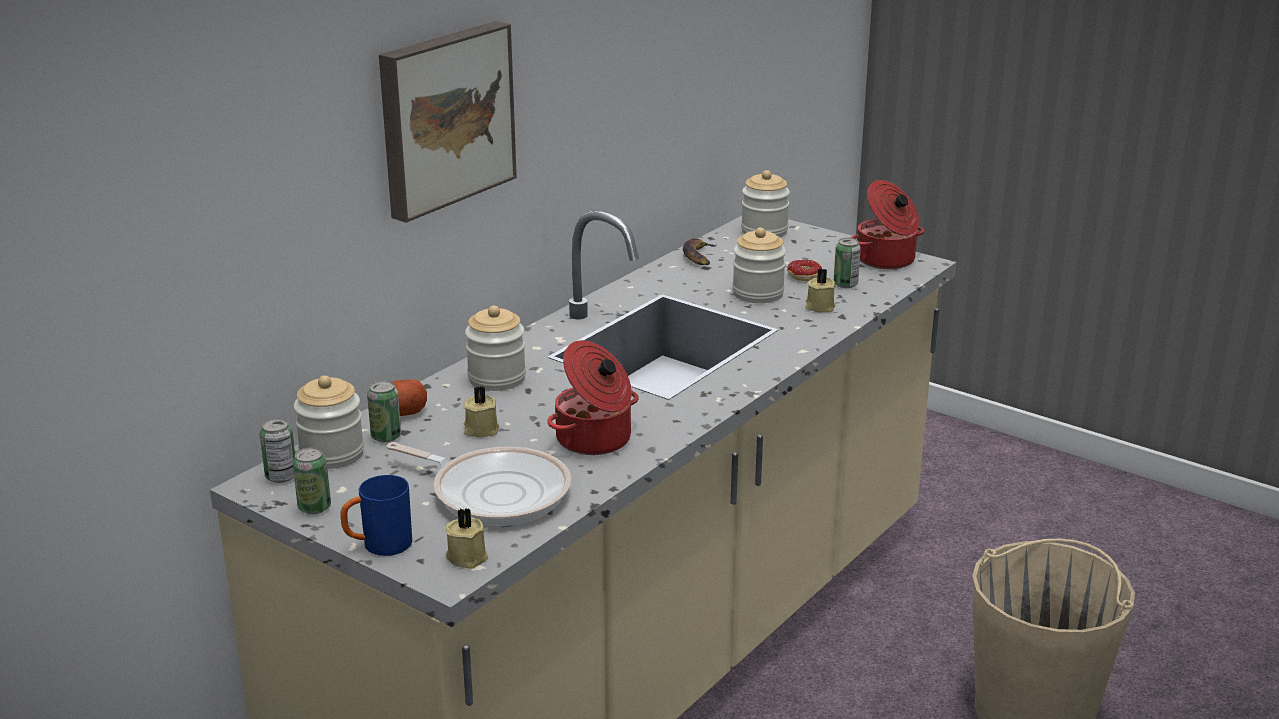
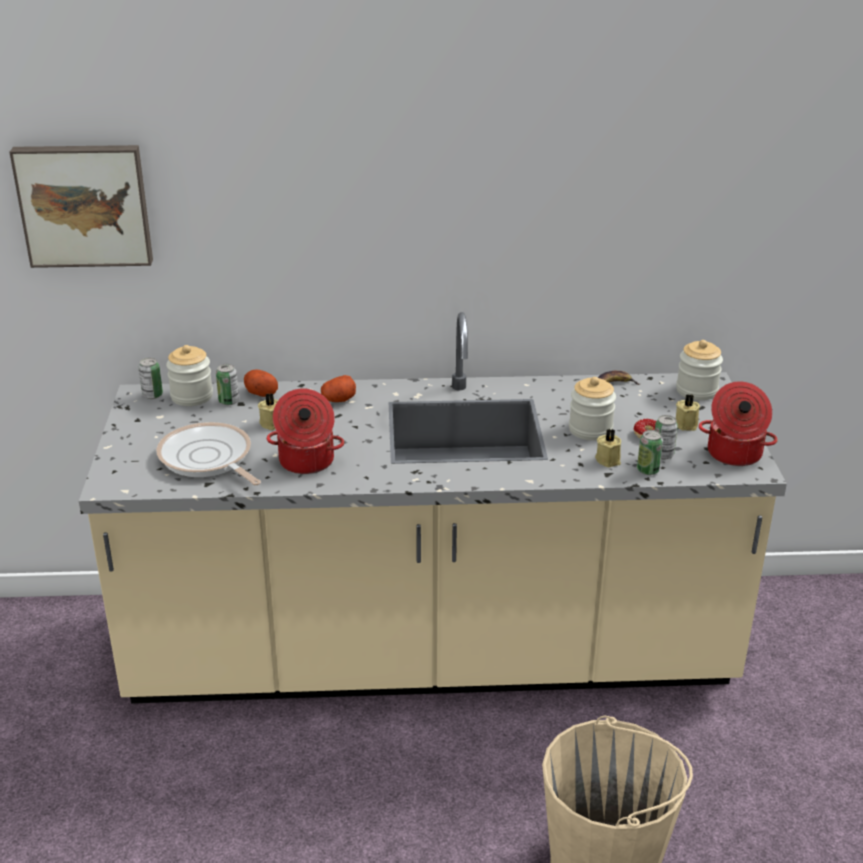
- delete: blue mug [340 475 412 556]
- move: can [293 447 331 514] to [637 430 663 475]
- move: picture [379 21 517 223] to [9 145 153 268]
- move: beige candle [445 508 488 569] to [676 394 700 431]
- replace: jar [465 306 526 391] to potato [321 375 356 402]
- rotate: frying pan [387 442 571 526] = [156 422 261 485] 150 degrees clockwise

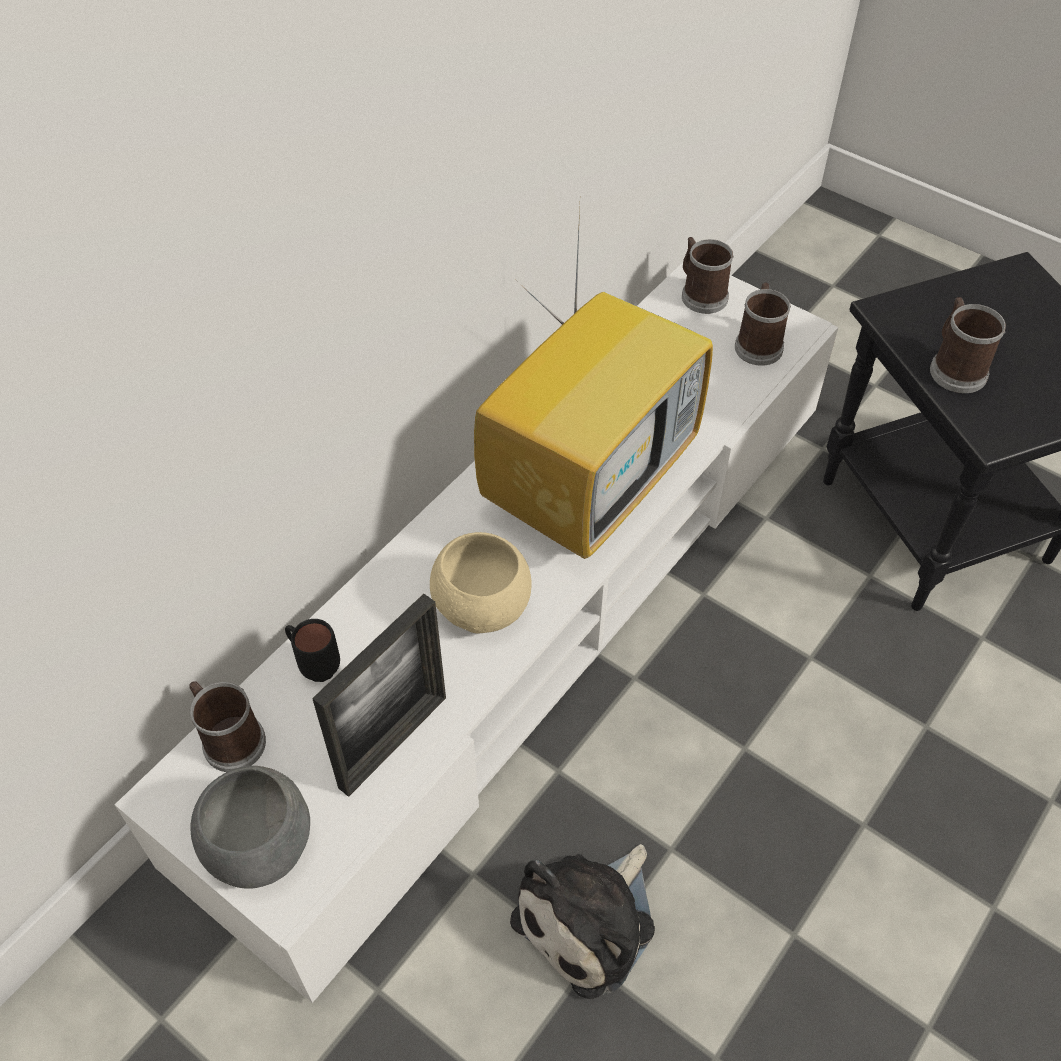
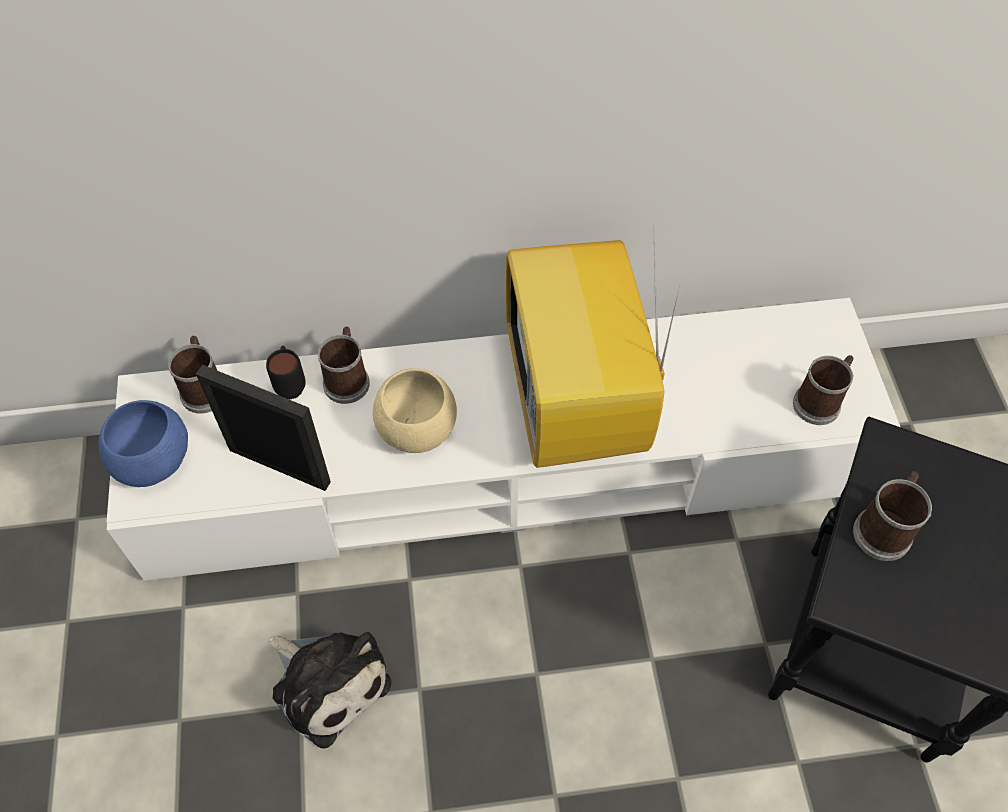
- move: mug [682 237 734 314] to [318 327 370 404]
- recolor: grey bowl [190 766 310 889] to blue bowl [99 400 188 487]
- rotate: picture frame [312 594 446 797] = [196 365 331 491] 150 degrees counterclockwise
- rotate: television [474 208 713 559] = [506 222 680 468] 90 degrees clockwise
- rotate: plush toy [510 844 655 999] = [269 632 391 749] 135 degrees counterclockwise

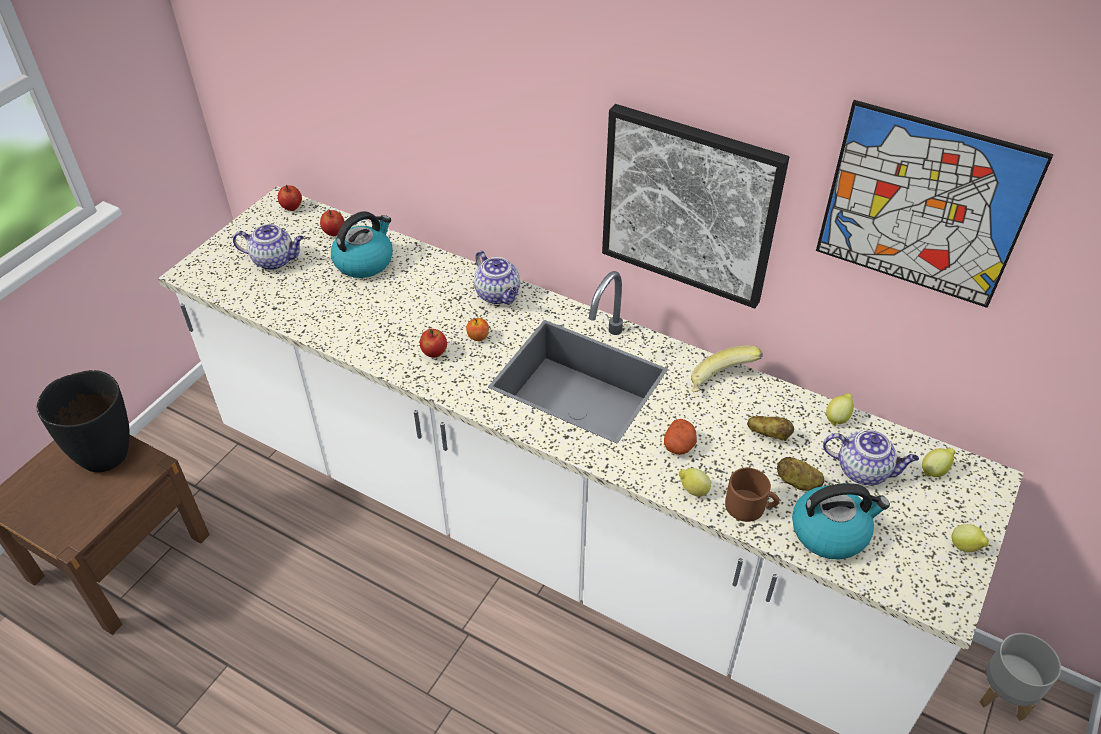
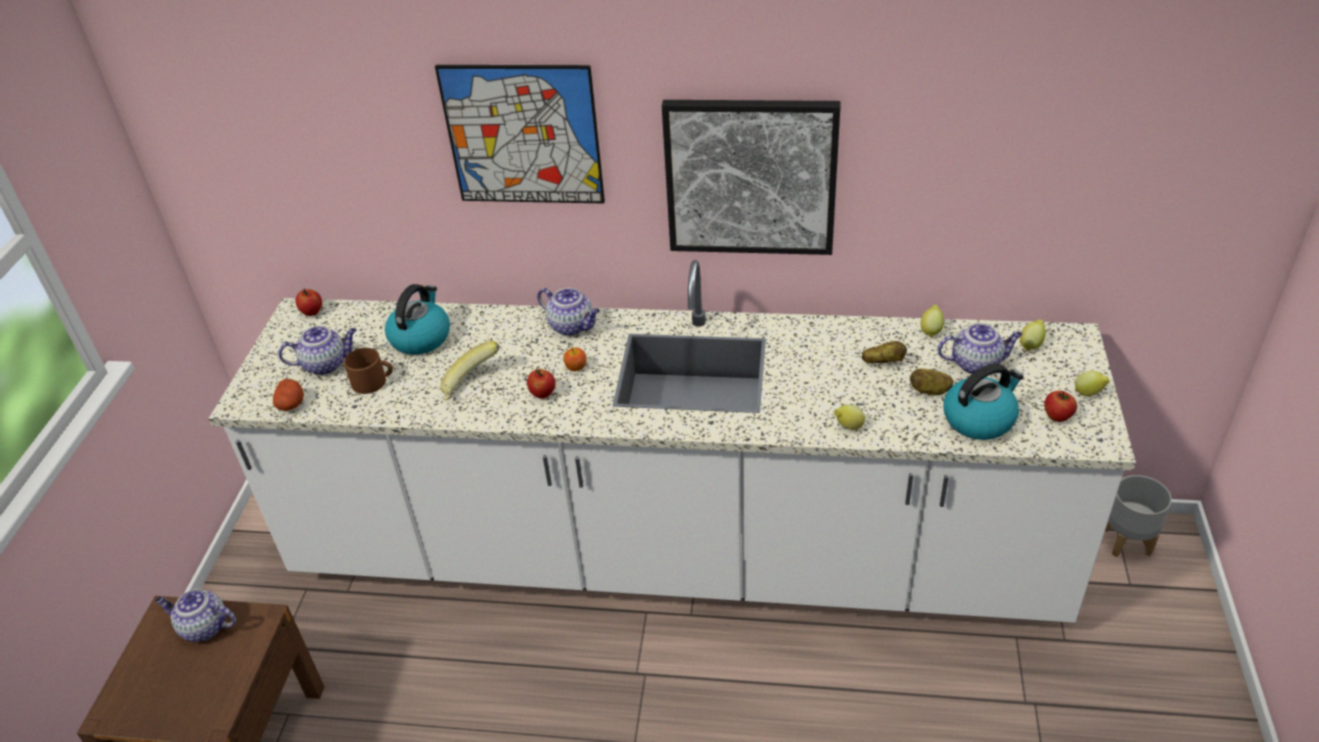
- move: apple [320 209 345 236] to [1044 390 1077 422]
- move: potato [664 419 697 455] to [273 379 304 411]
- move: banana [691 345 763 392] to [440 341 500 401]
- move: brown mug [725 468 779 522] to [344 348 393 394]
- move: picture [816 100 1054 308] to [435 65 605 203]
- replace: black vase [37 370 130 472] to teapot [155 589 236 642]

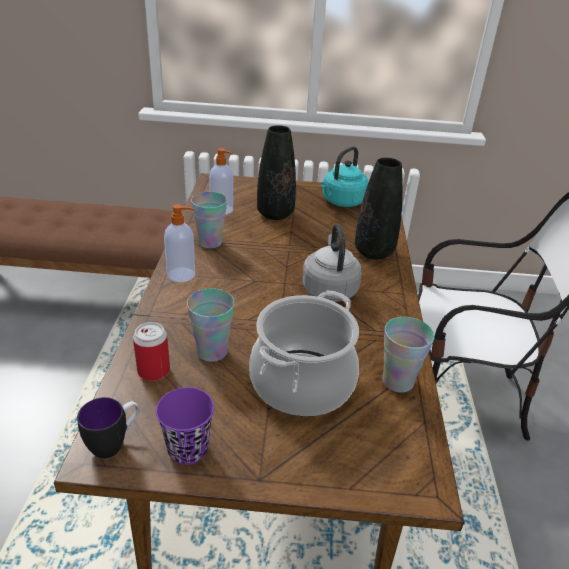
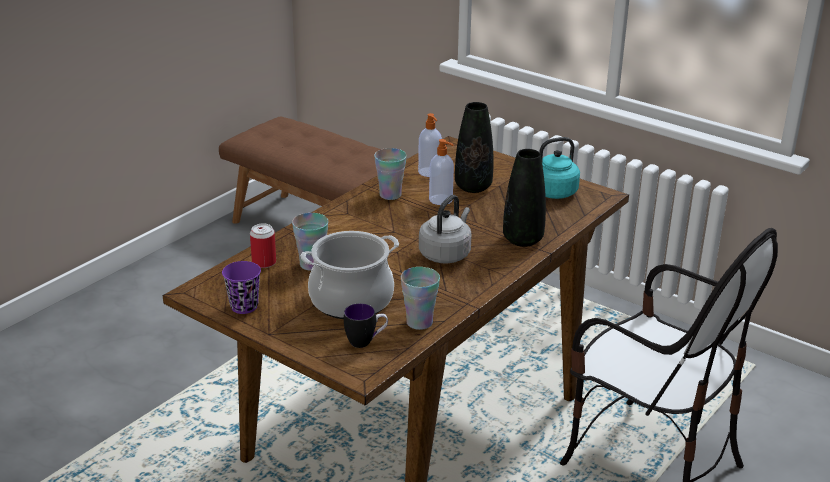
- move: mug [77 397 140 459] to [344 303 388 348]
- move: soap dispenser [164 204 195 282] to [429 139 454 205]

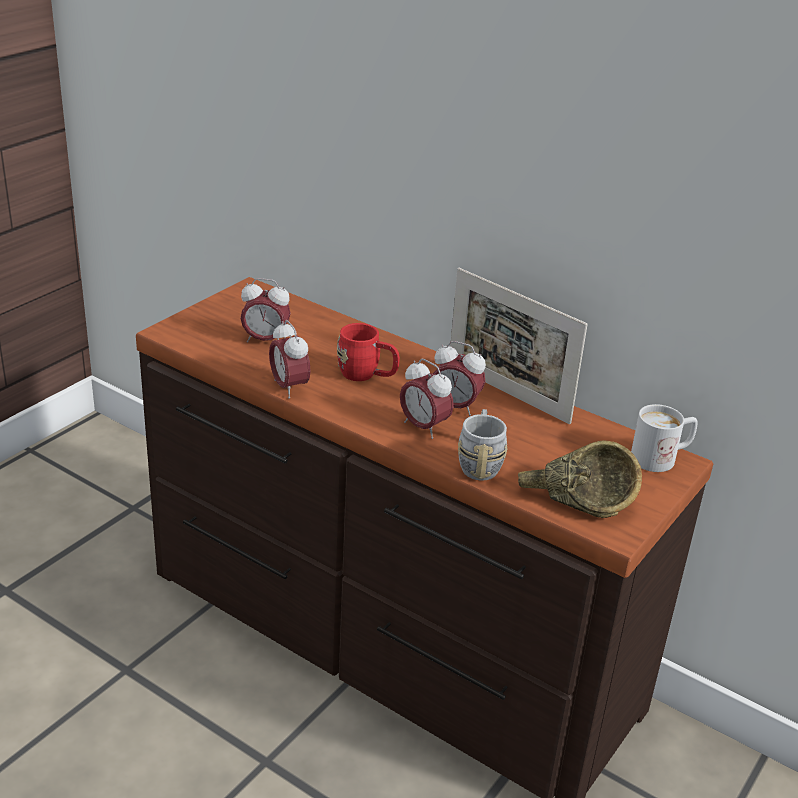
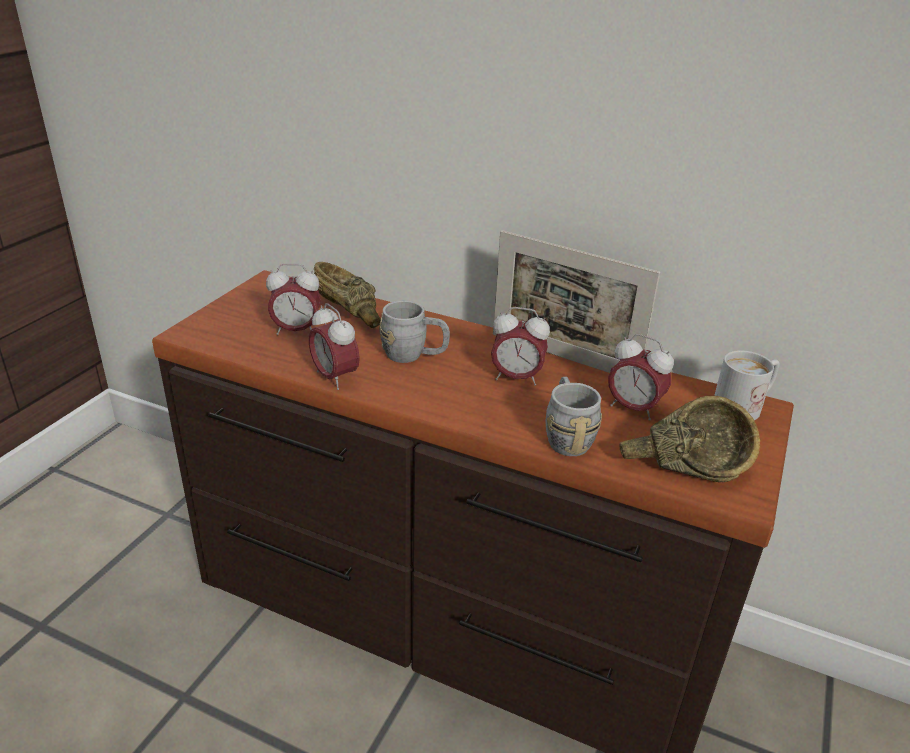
- insert: brown bowl [314 262 381 328]
- move: alarm clock [400 358 454 439] to [608 334 674 421]
- recolor: red mug [337 323 400 381] to grey mug [379 300 450 363]

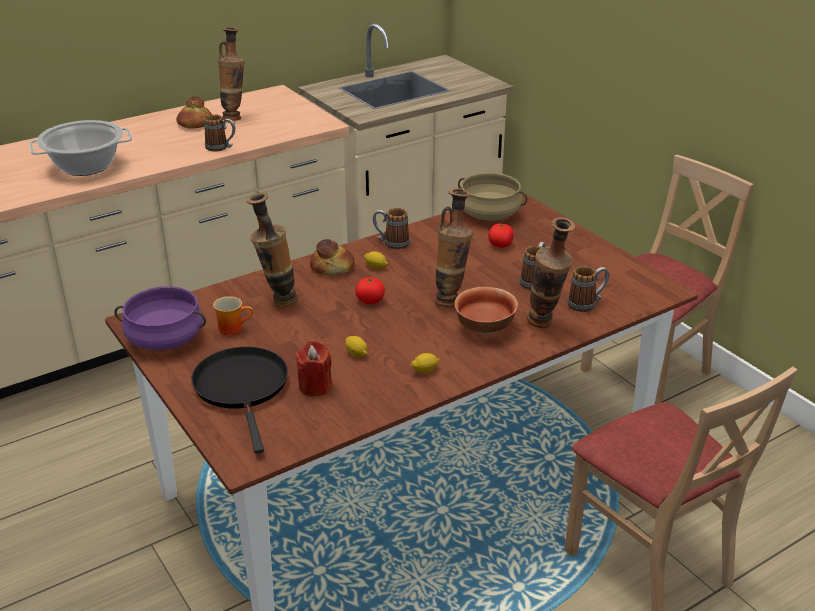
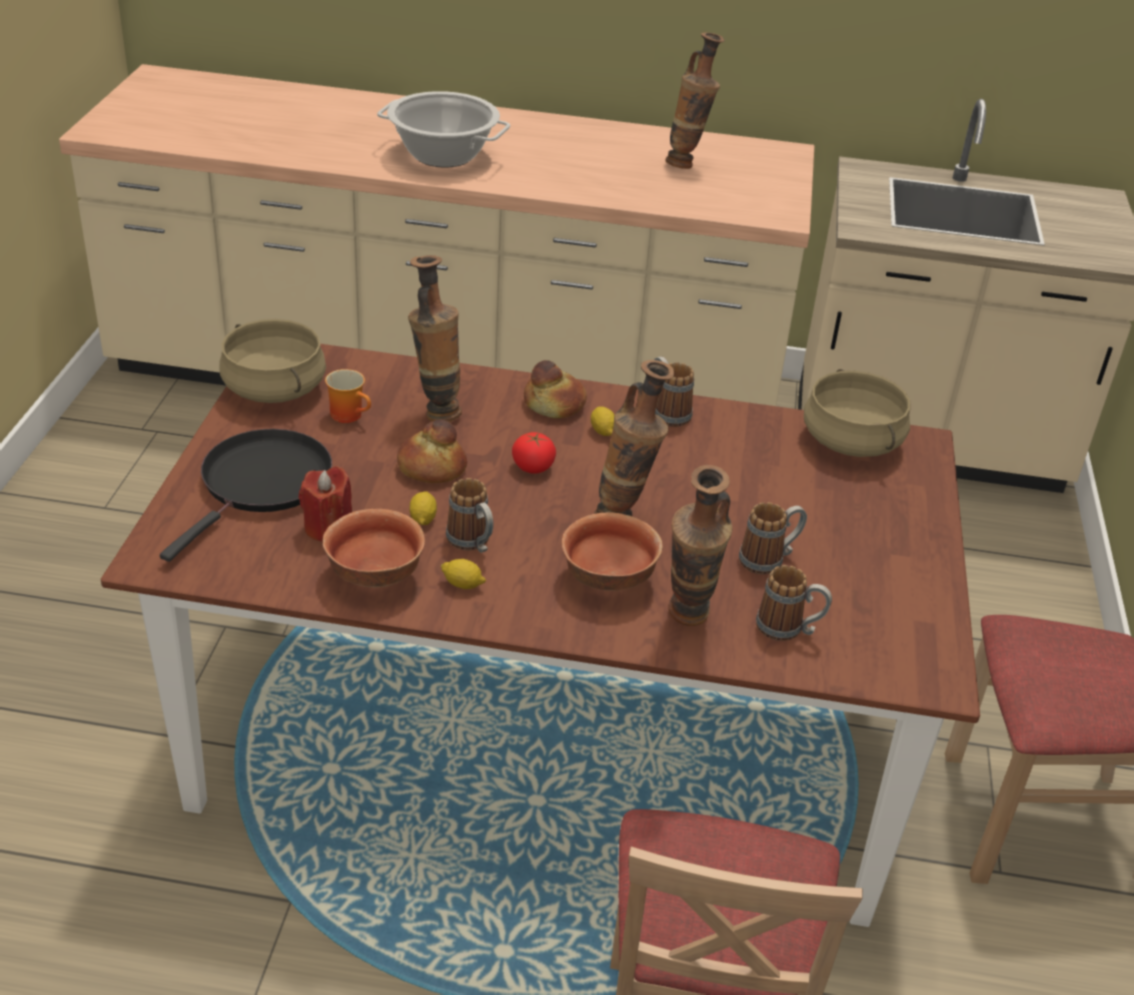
- delete: tomato [488 224 514 248]
- insert: bowl [323 509 425 587]
- move: bread [176 96 212 128] to [397 420 467 483]
- move: mug [204 114 235 152] to [446 478 494 553]
- recolor: purple cooking pot [114 286 206 350] to beige cooking pot [219 319 326 403]

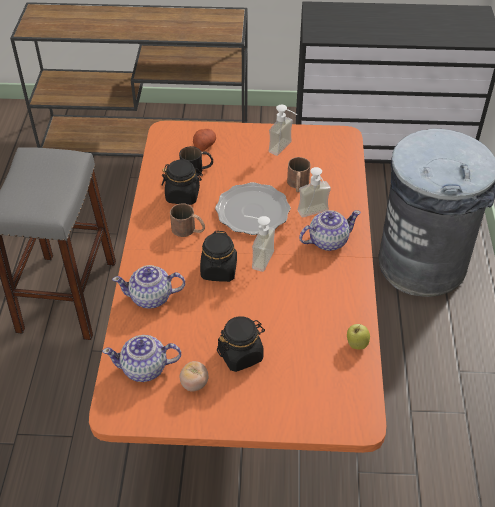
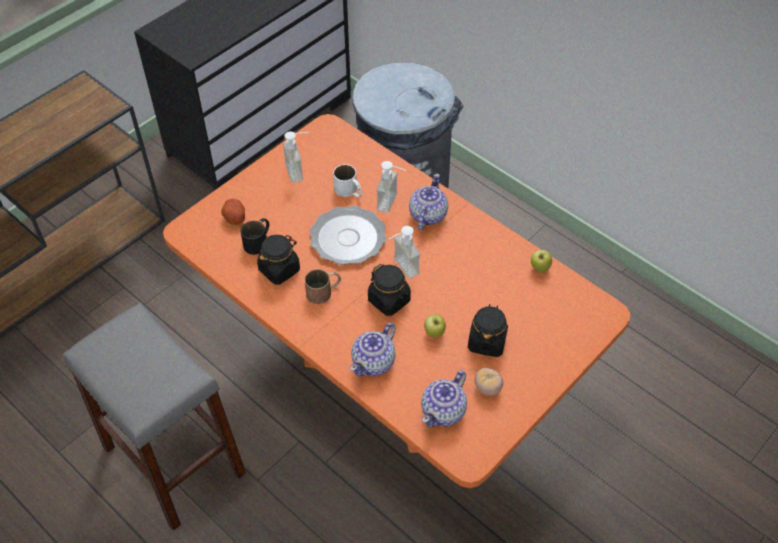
- insert: apple [424 314 446 337]
- recolor: brown mug [287 157 310 192] to white mug [333 164 362 197]

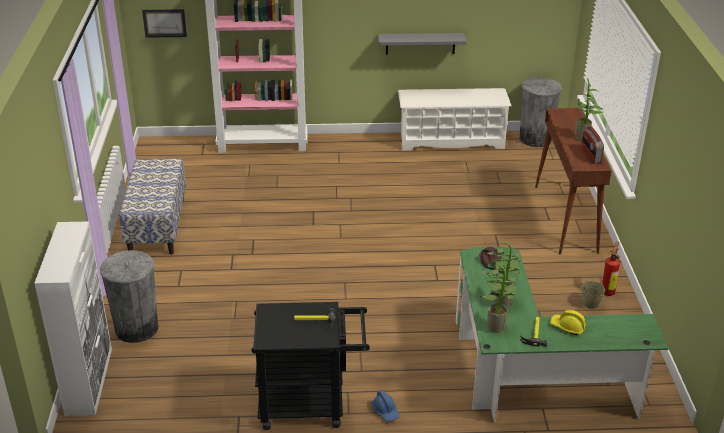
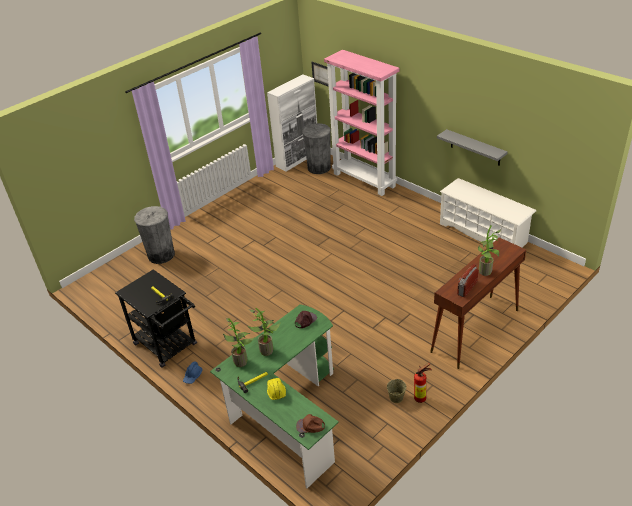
- delete: bench [119 159 186 255]
- insert: brown cap [296 414 325 433]
- move: white cabinet [34 222 112 416] to [267 74 317 171]
- move: grey trash can [519 77 562 147] to [302 123 331 174]

